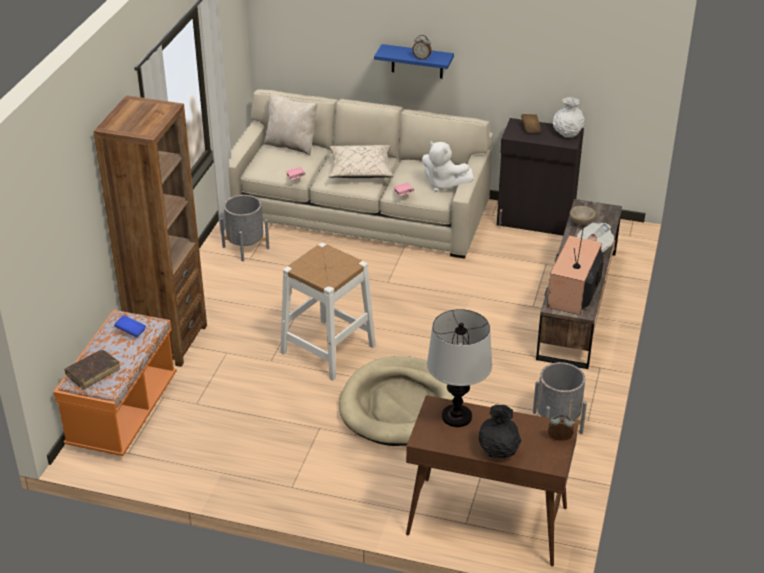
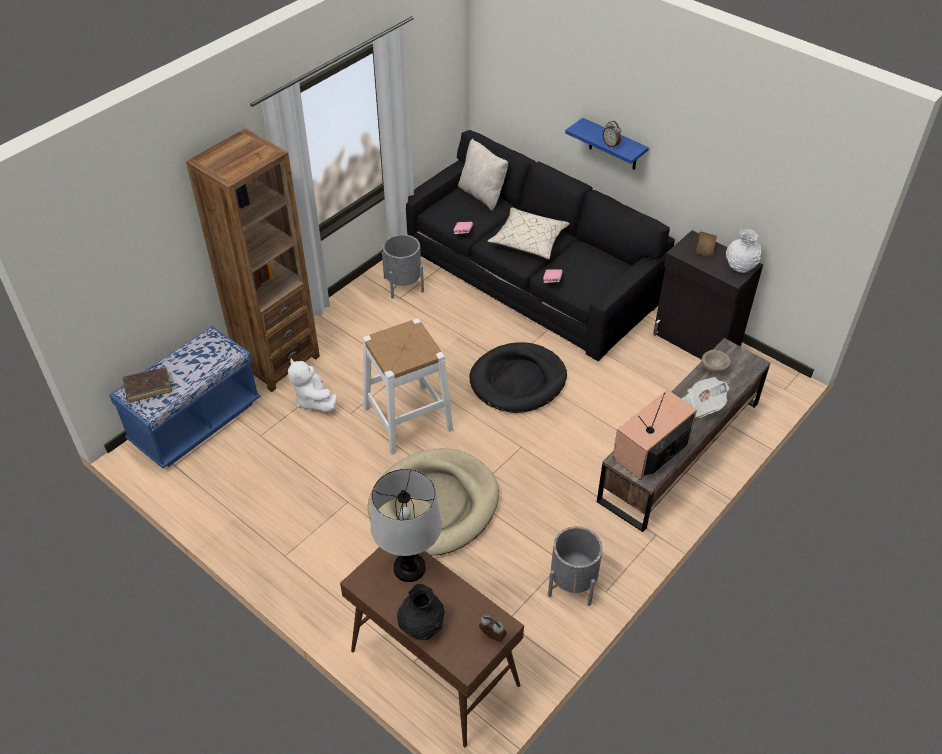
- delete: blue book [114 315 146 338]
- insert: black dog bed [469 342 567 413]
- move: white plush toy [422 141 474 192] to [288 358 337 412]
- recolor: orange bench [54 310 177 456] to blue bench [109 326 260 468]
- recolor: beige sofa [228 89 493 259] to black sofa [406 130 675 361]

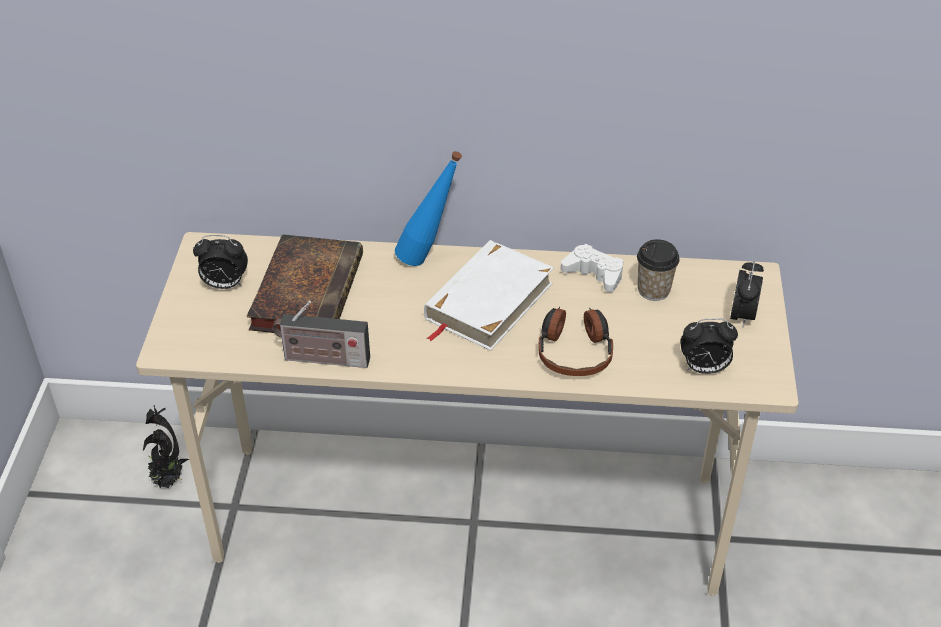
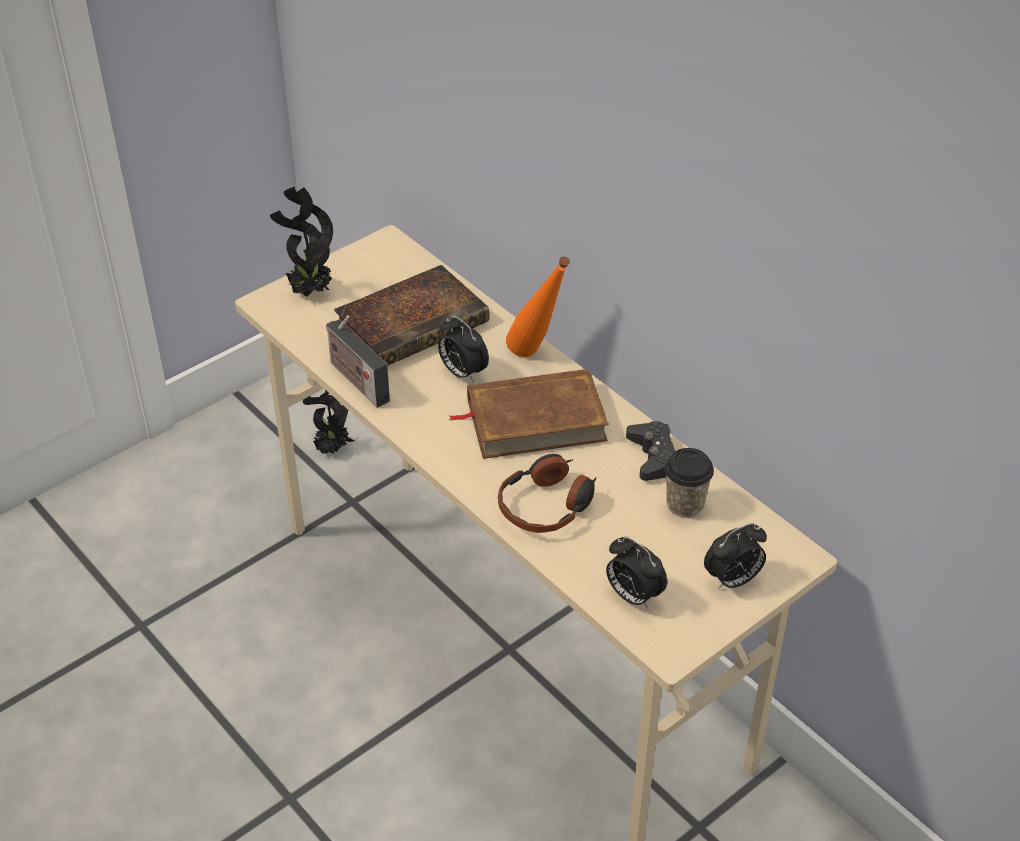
- insert: potted plant [270 187 333 297]
- move: alarm clock [193 235 248 289] to [438 315 489 383]
- recolor: blue bottle [395 151 462 266] to orange bottle [506 257 570 357]
- recolor: white book [424 240 554 351] to brown book [449 369 609 459]
- recolor: white game controller [561 244 624 292] to black game controller [626 421 676 481]

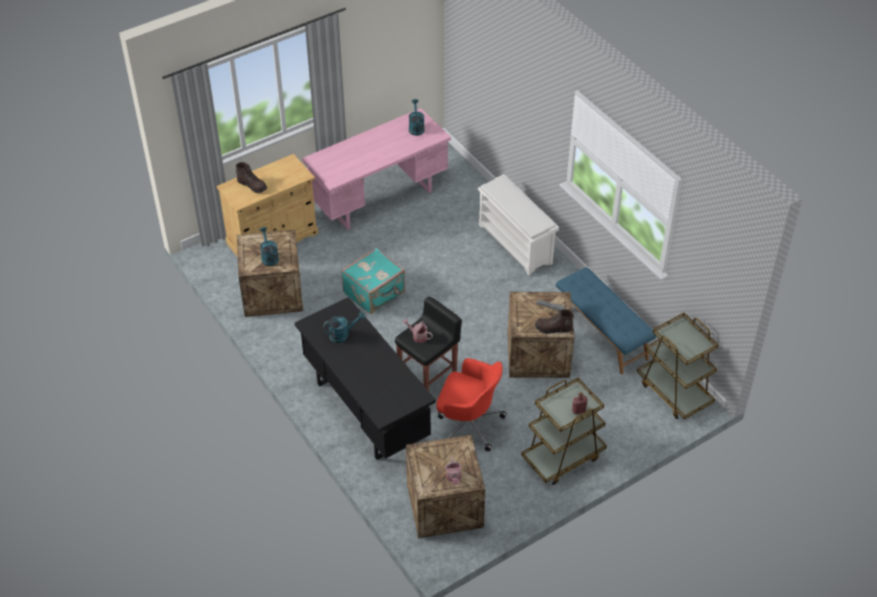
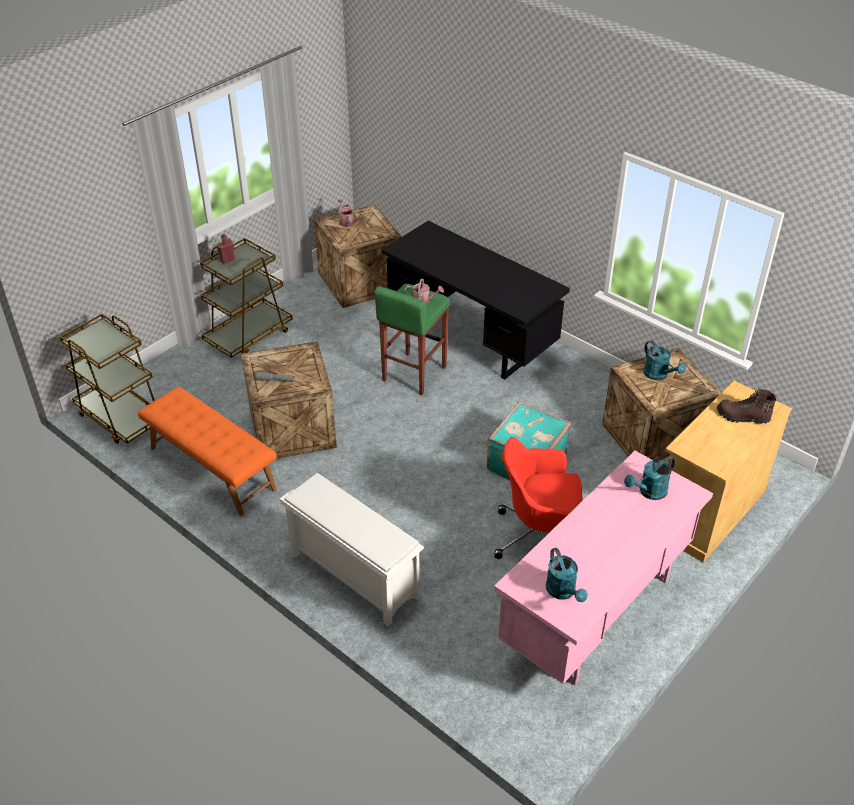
- delete: brown boot [535 309 574 334]
- move: turquoise watering can [323 312 365 343] to [624 457 675 500]
- move: red office chair [436 358 506 451] to [494 437 583 559]
- recolor: black stool [395 297 462 391] to green stool [374 284 450 395]
- recolor: blue bench [556 267 656 374] to orange bench [138 387 277 516]

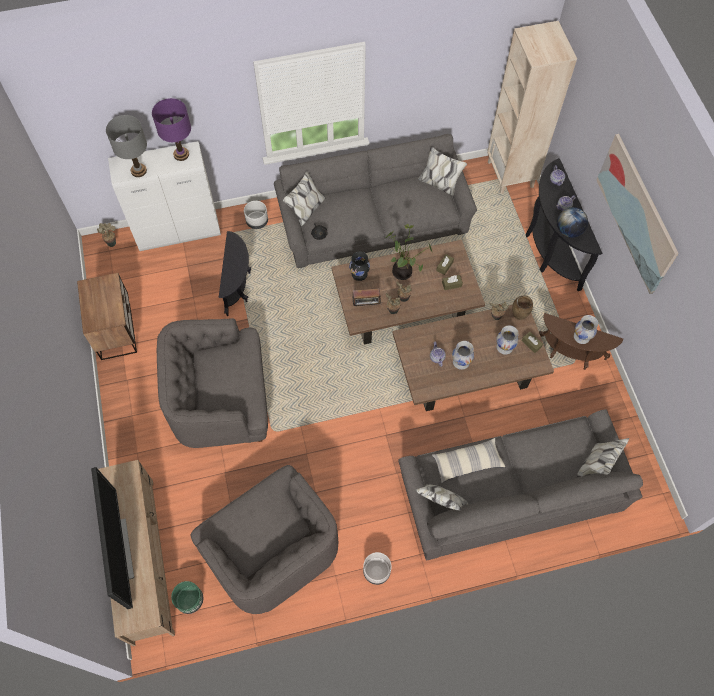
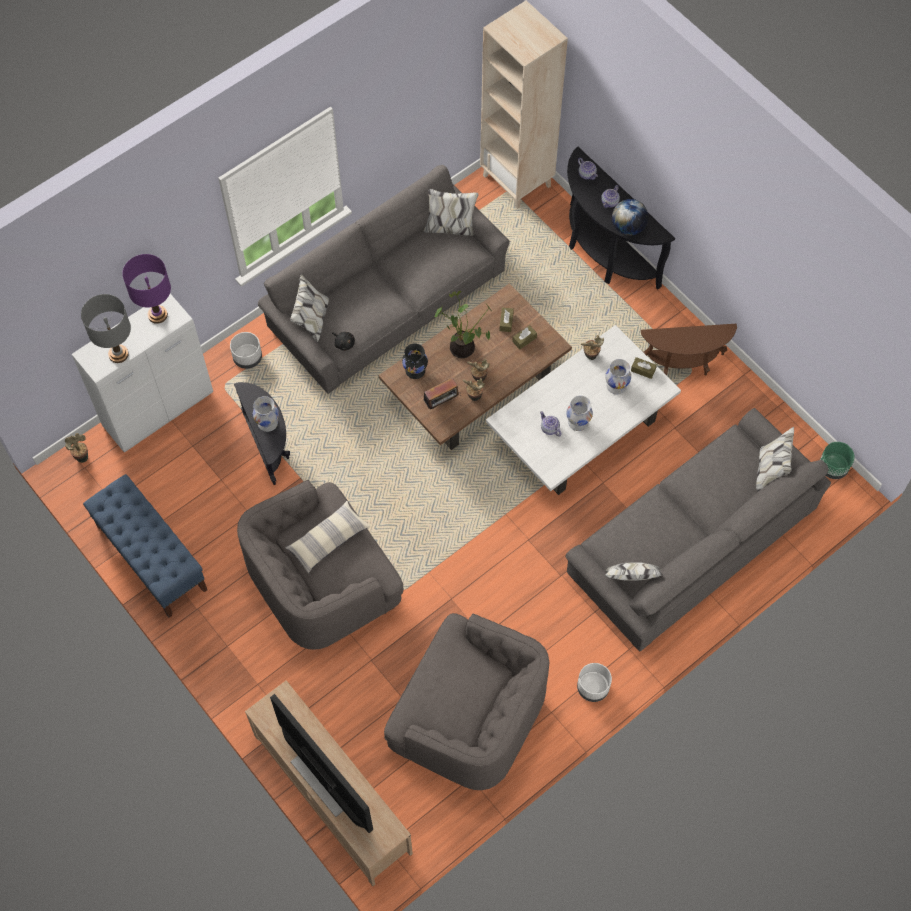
- delete: brown vase [512 296 533 320]
- delete: picture [596 134 679 294]
- move: green planter [171 581 203 614] to [820 442 855 479]
- move: pillow [432 438 505 483] to [286 501 370 573]
- move: white vase [574 315 598 344] to [253 396 279 432]
- replace: nightstand [77 273 137 360] to blue bench [83 474 207 618]
- recolor: brown coffee table [393 305 554 411] to white coffee table [486 325 681 495]

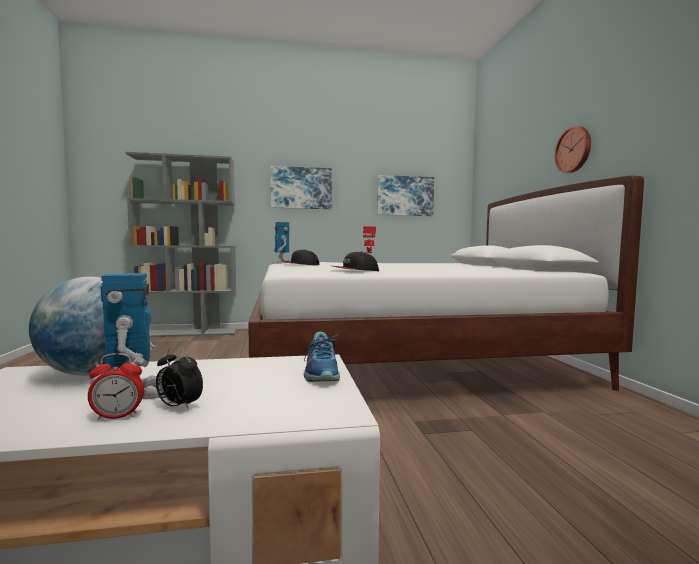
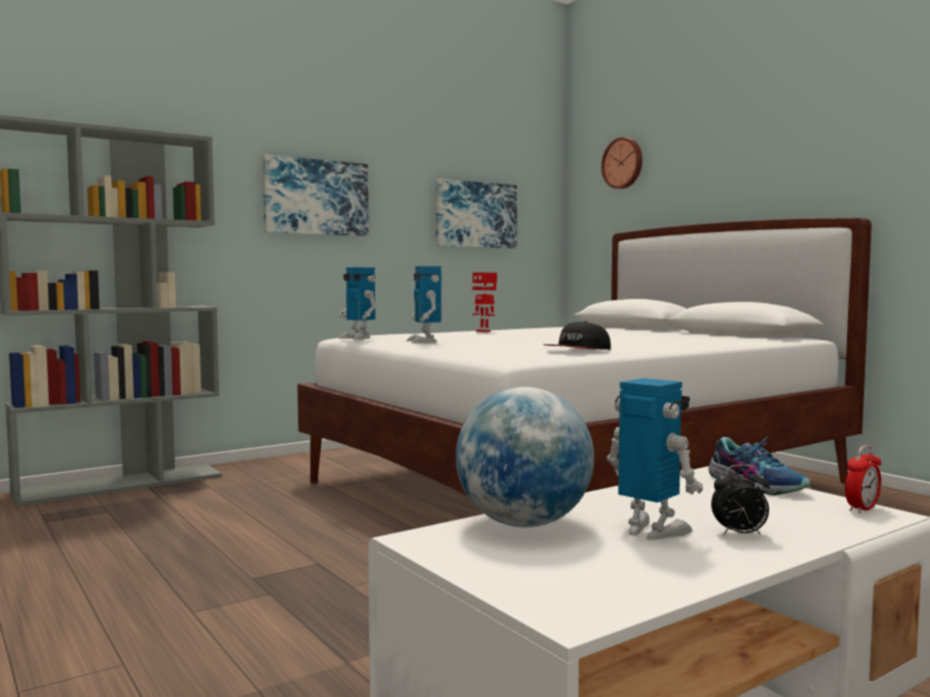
- move: alarm clock [88 353 144 420] to [845 445 881 513]
- move: wall clock [554 126 591 173] to [601 137 642 189]
- replace: cap [281 249 319 266] to toy robot [406 266 442 343]

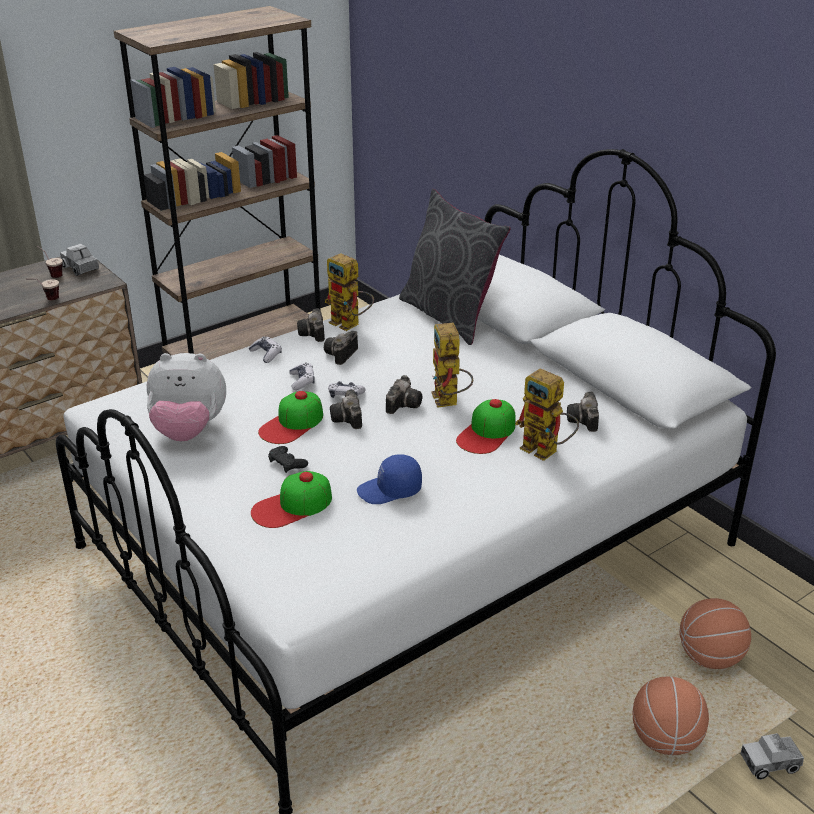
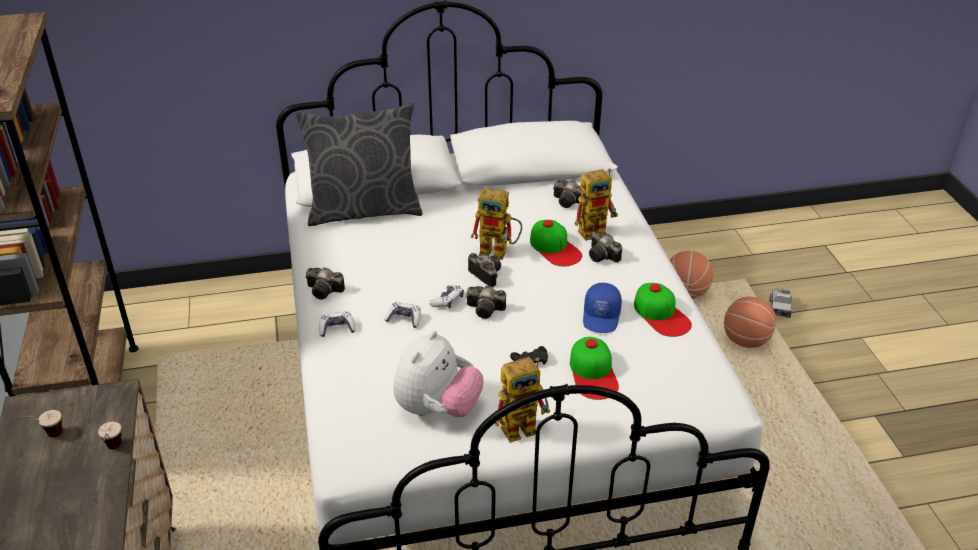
- delete: toy truck [60 244 99 276]
- move: cap [258 391 323 444] to [634 283 692 337]
- move: photo camera [324 331 358 365] to [589 231 622 263]
- move: toy robot [325 253 374 331] to [495 357 550 443]

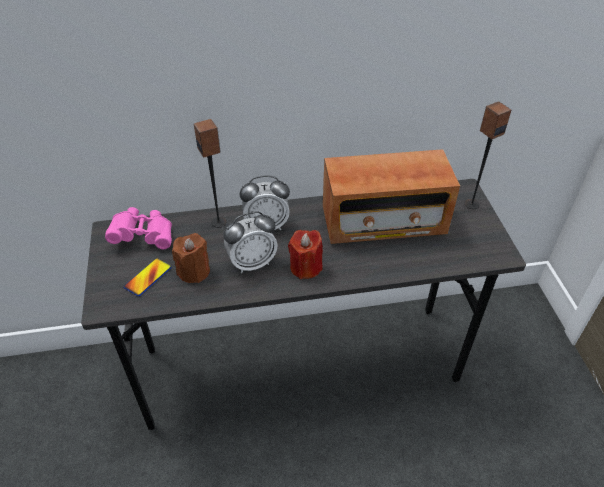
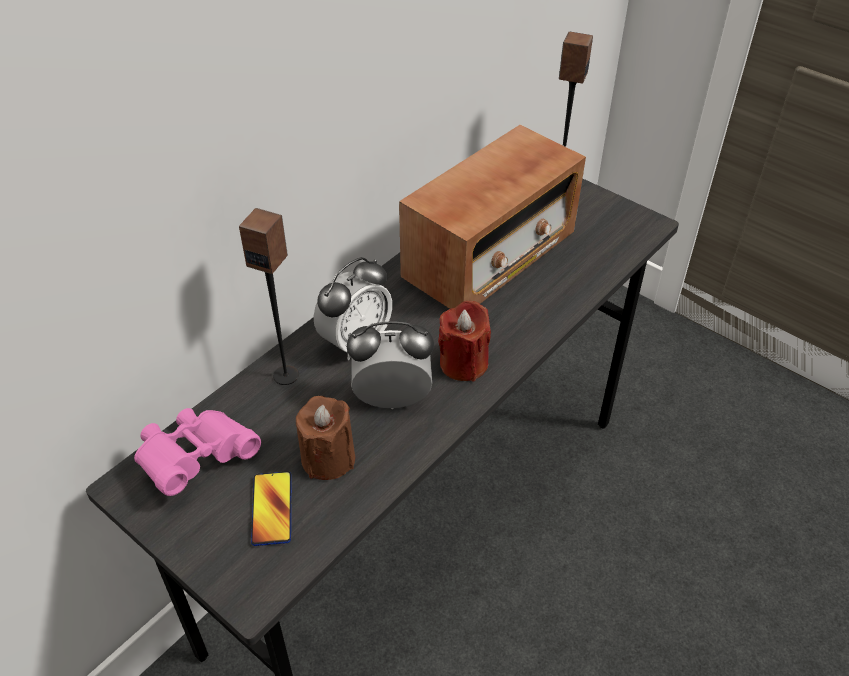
- rotate: alarm clock [223 212 278 273] = [347 321 434 409] 120 degrees counterclockwise

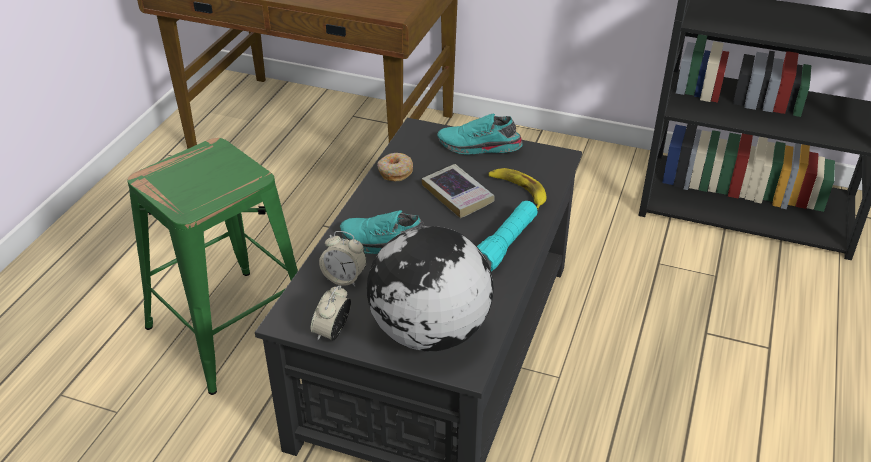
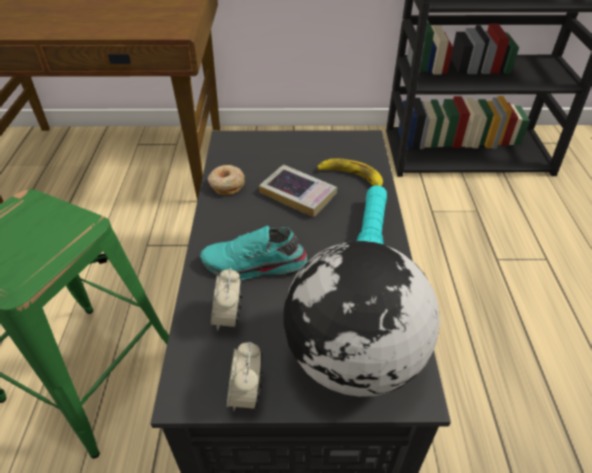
- delete: turquoise shoe [437 113 523 155]
- rotate: alarm clock [319 231 367 286] = [211 268 243 331] 90 degrees clockwise

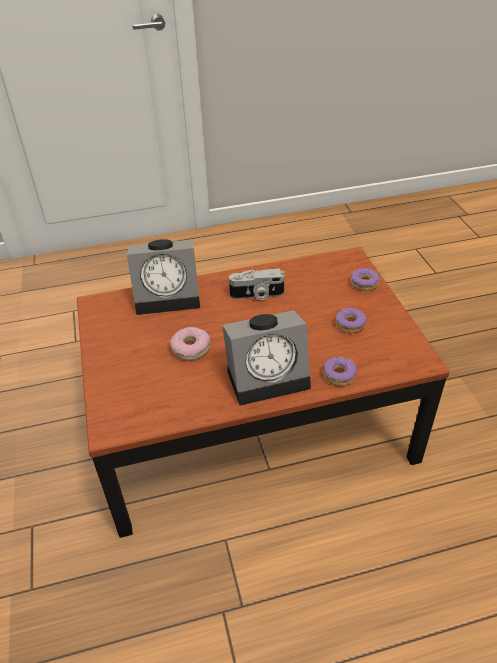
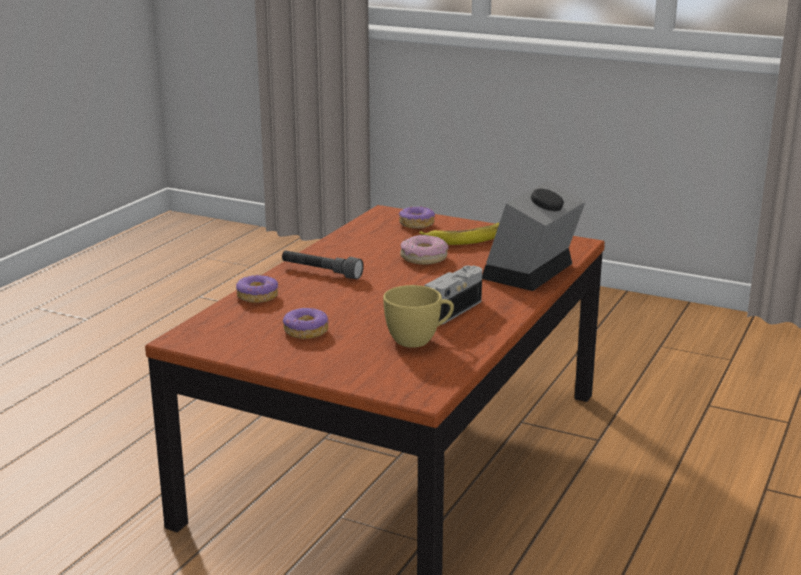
- insert: yellow cup [383 285 454 348]
- insert: banana [419 223 499 245]
- move: donut [351 268 380 291] to [399 206 435 229]
- replace: alarm clock [222 310 311 406] to grey flashlight [282 250 364 279]

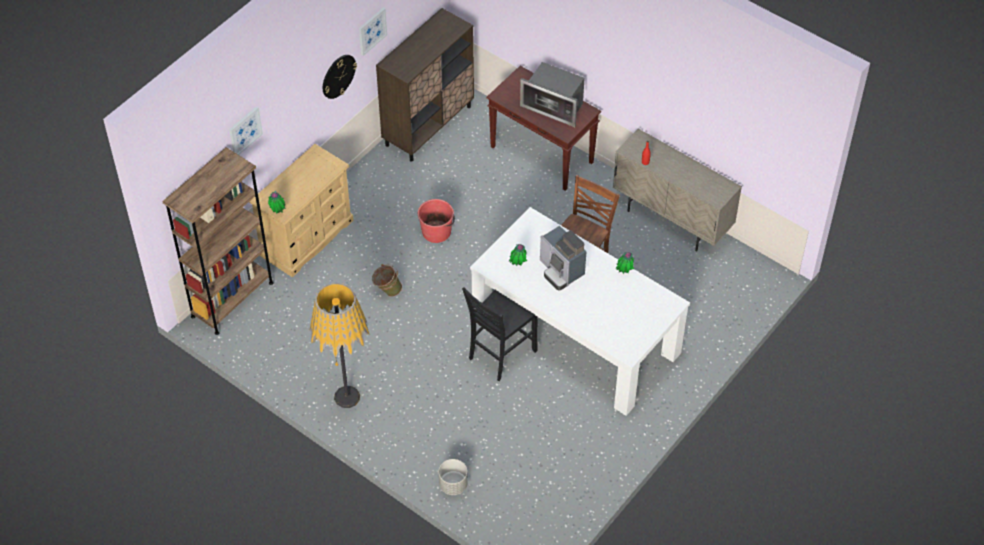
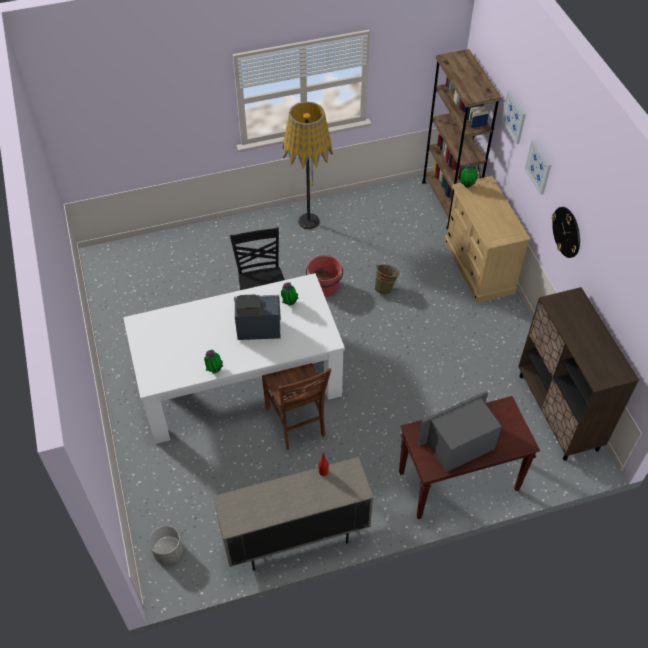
- move: picture [359 7 387 56] to [524 139 551 195]
- move: red bucket [418 199 455 243] to [306 255 343 297]
- move: grey planter [439 459 468 495] to [149 526 183 564]

